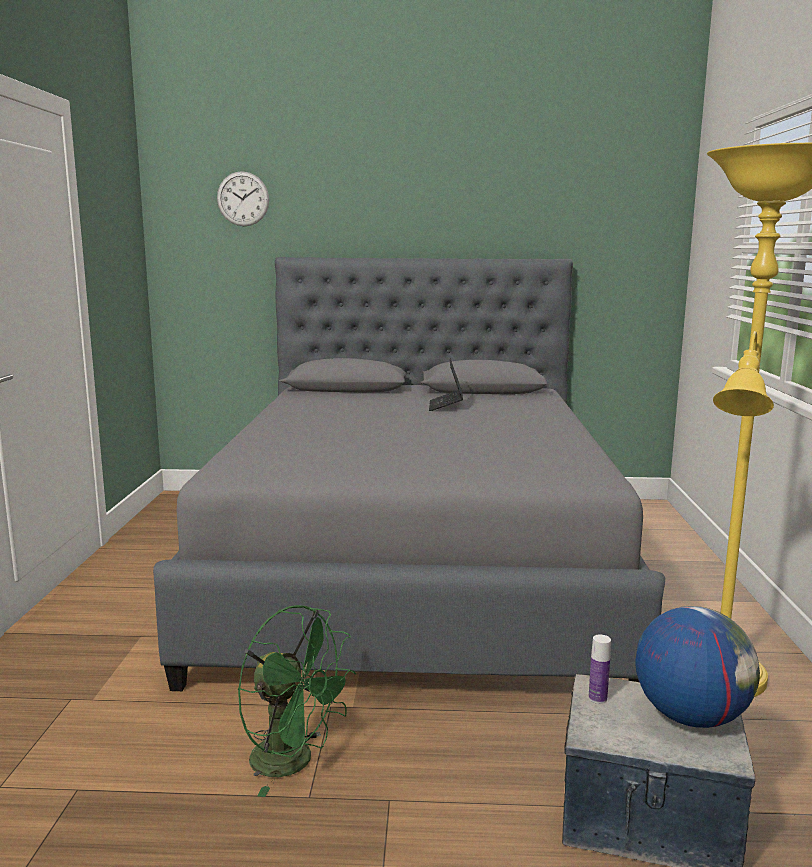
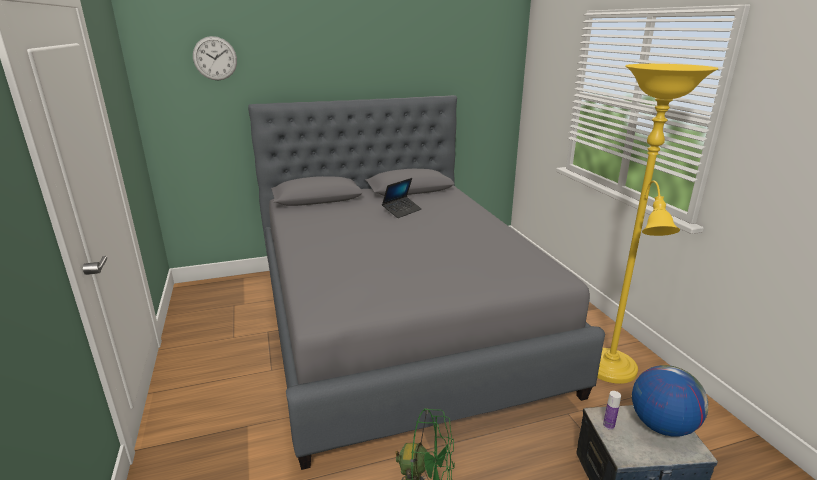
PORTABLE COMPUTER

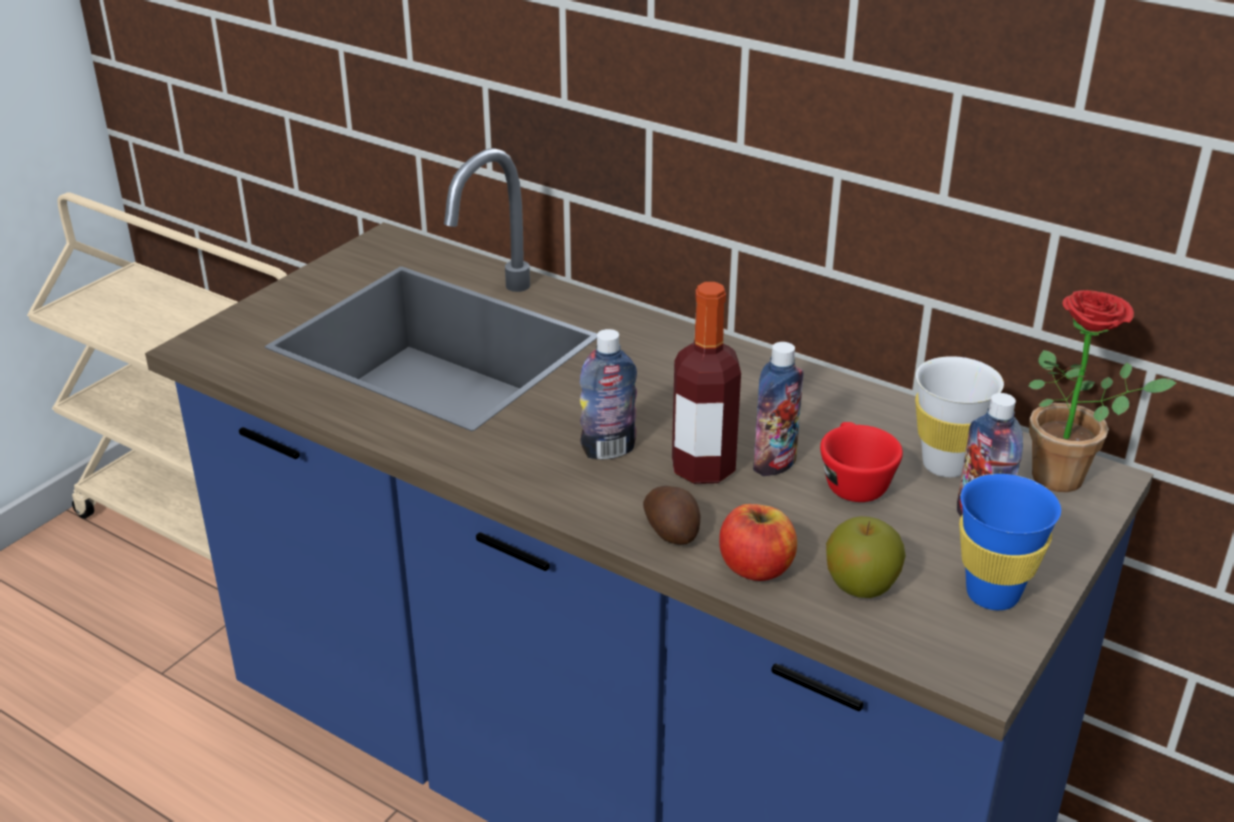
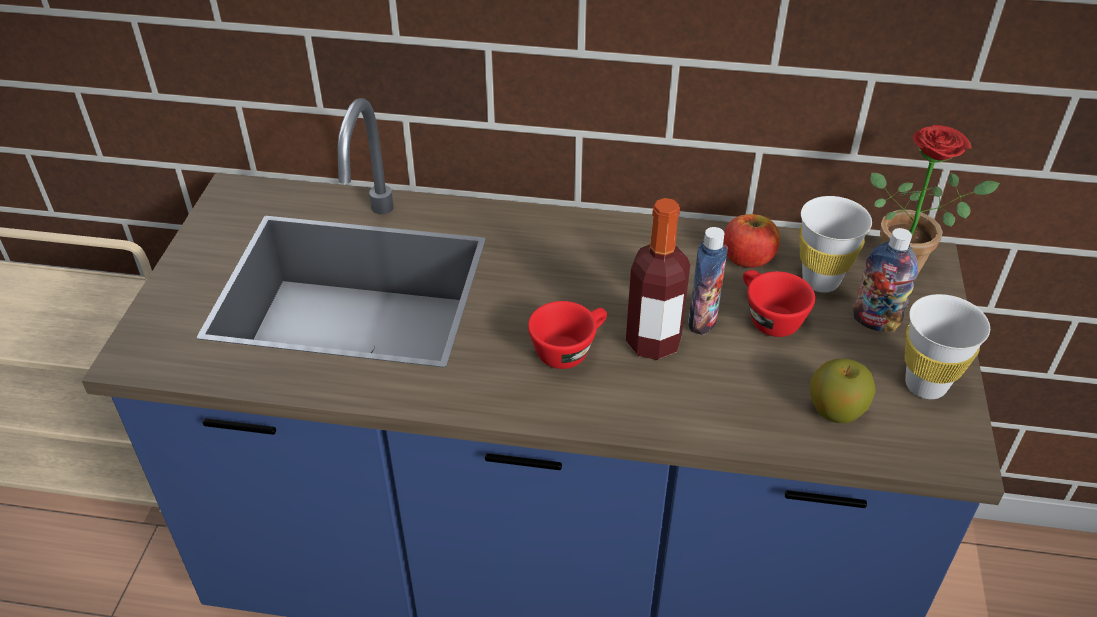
RED-COLOURED DRINKING CUP (1st from left)
WHOLE POTATO
APPLE (1st from left)
WHITE DRINKING CUP (2nd from left)

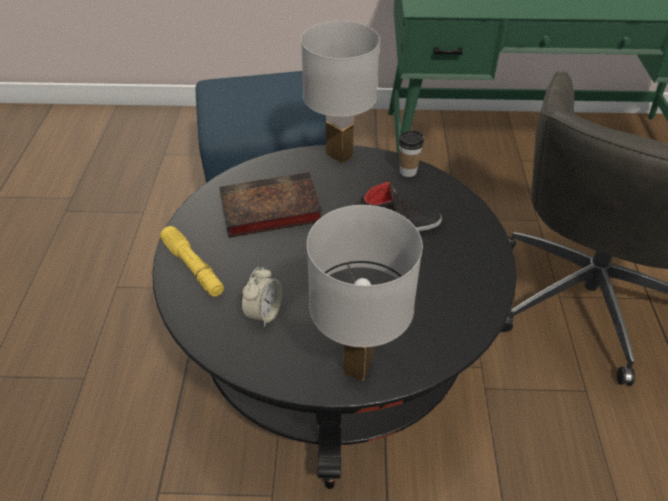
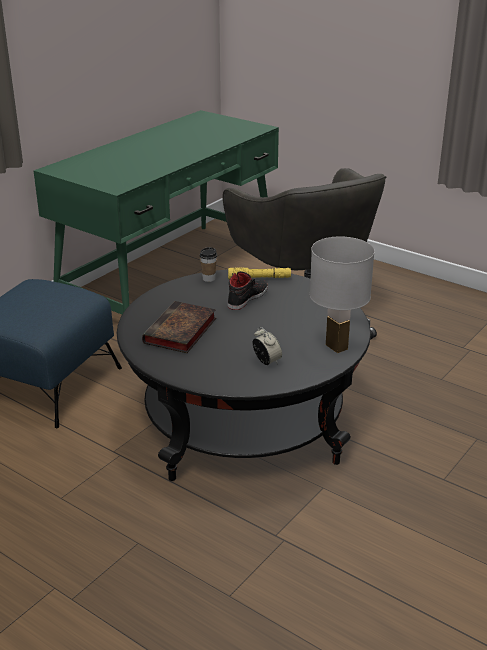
YELLOW TORCH
WHITE TABLETOP LAMP (1st from left in the first image)

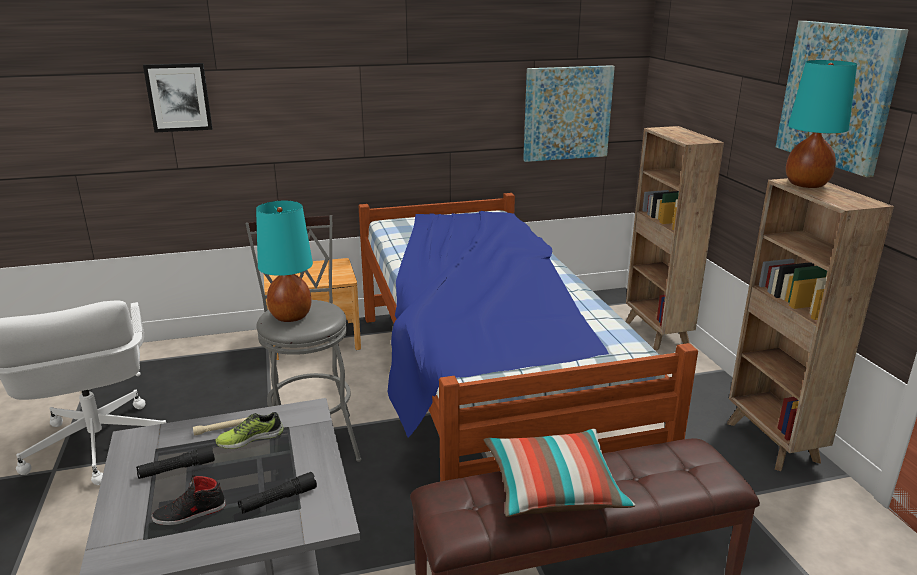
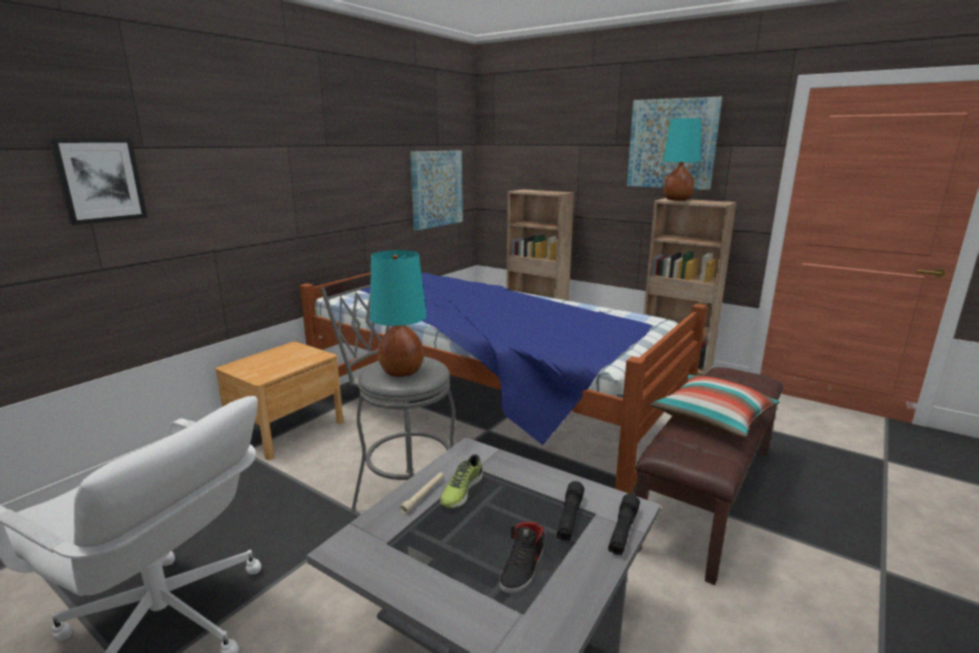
BLACK TORCH (2nd from left)

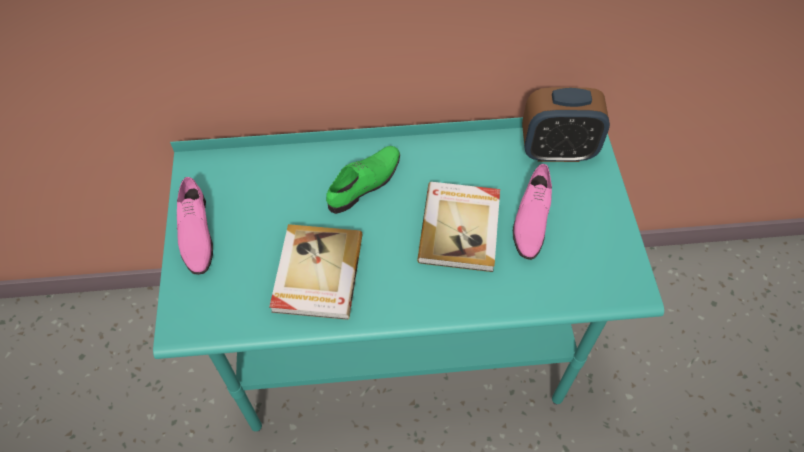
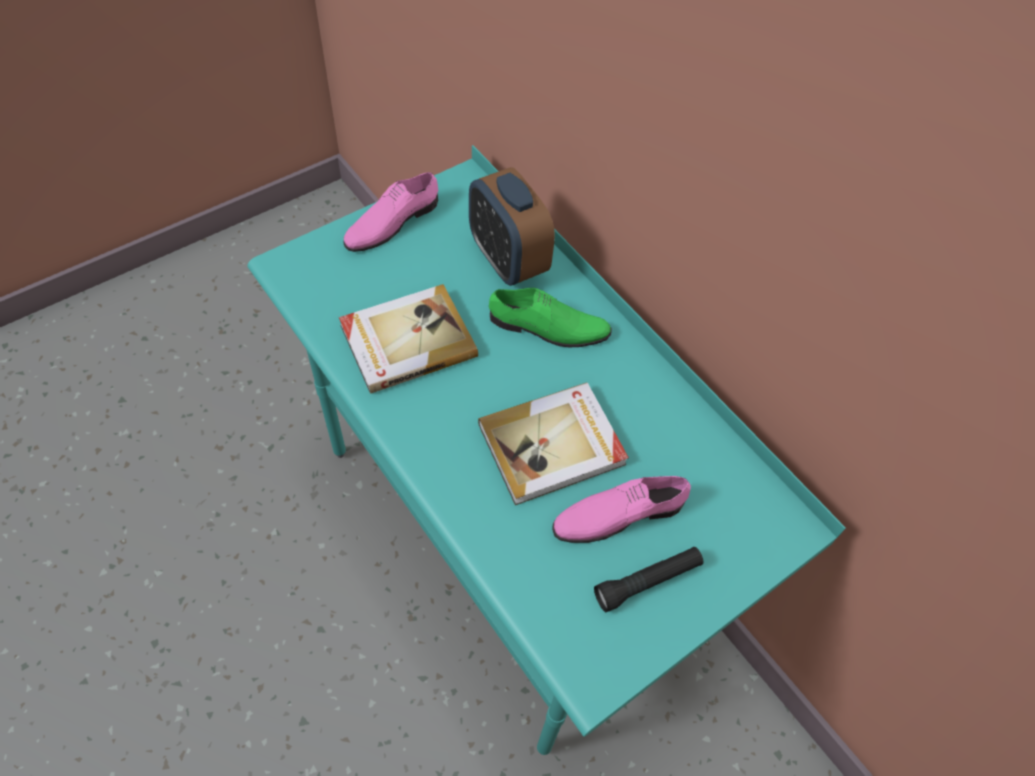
ALARM CLOCK
BLACK TORCH

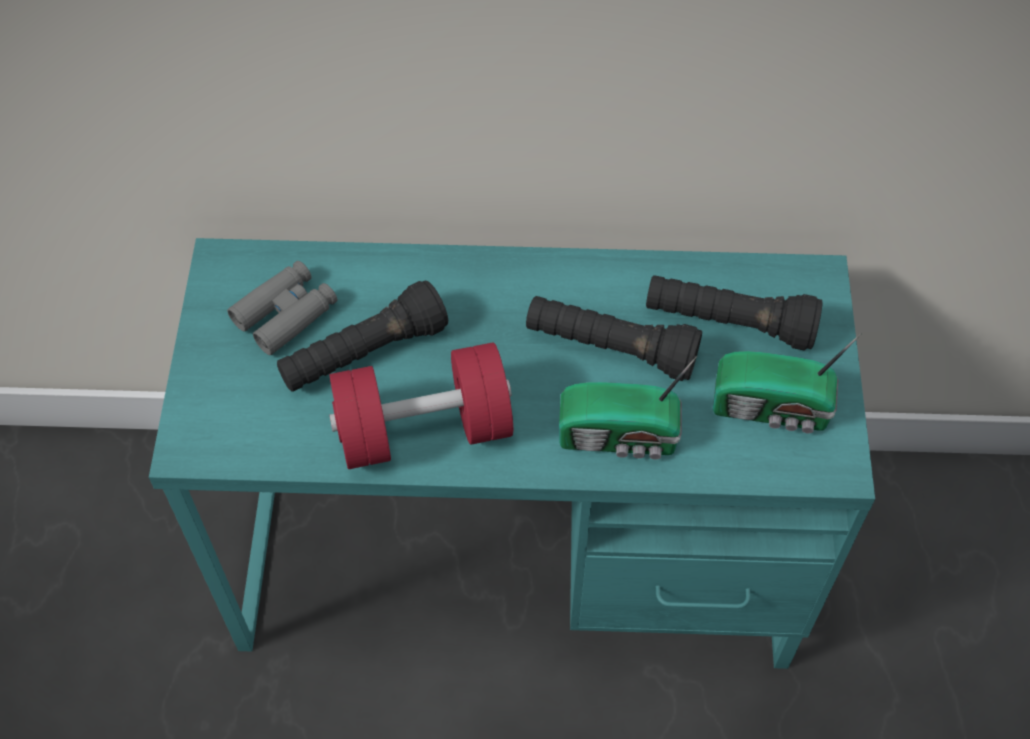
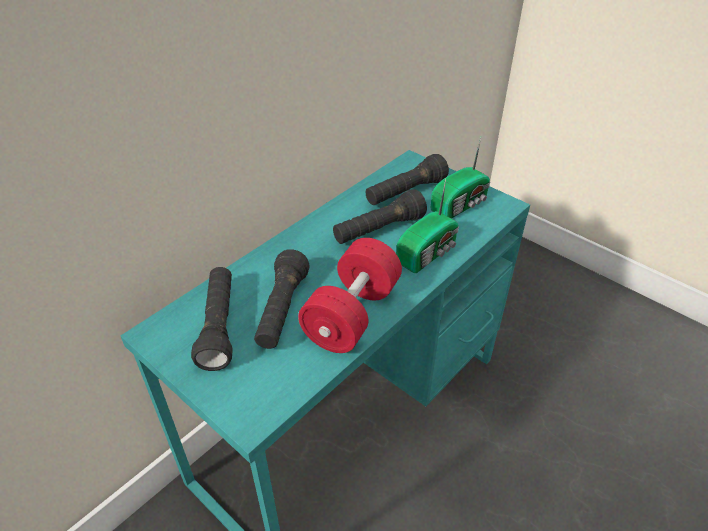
BLACK TORCH (1st from left)

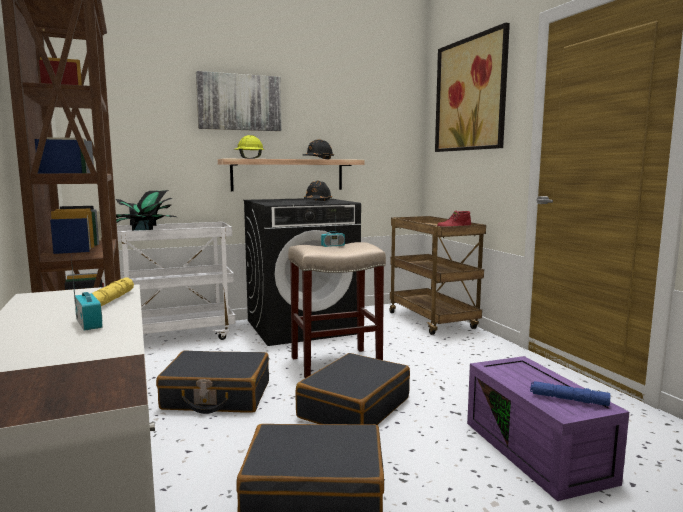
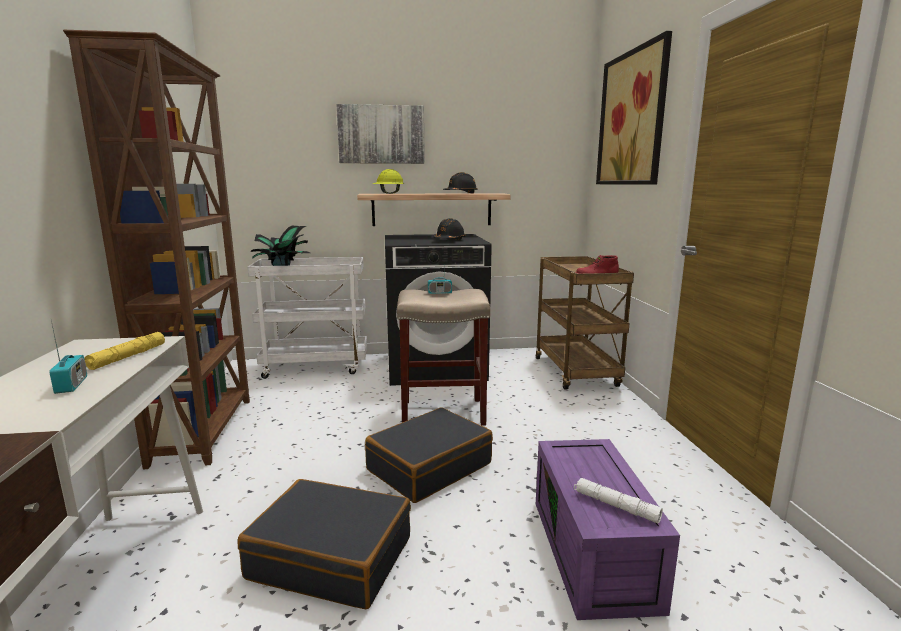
BLACK PIECE OF LUGGAGE (1st from left in the first image)
WHITE TORCH

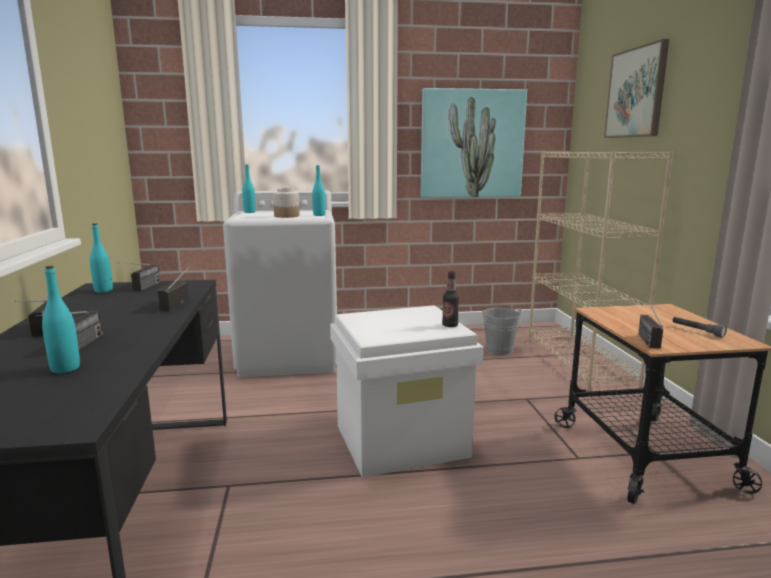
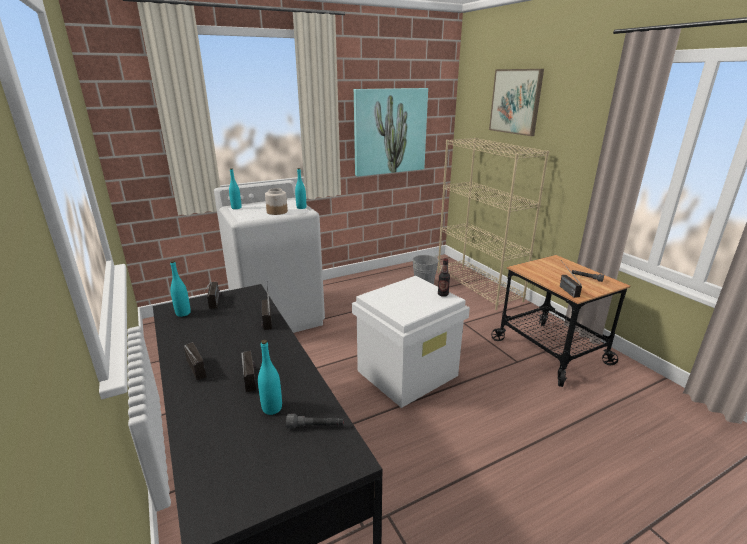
GREY TORCH (1st from left)

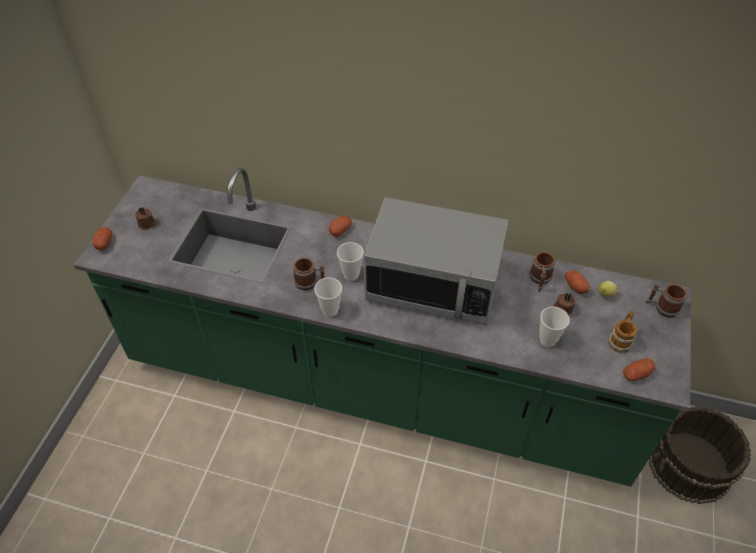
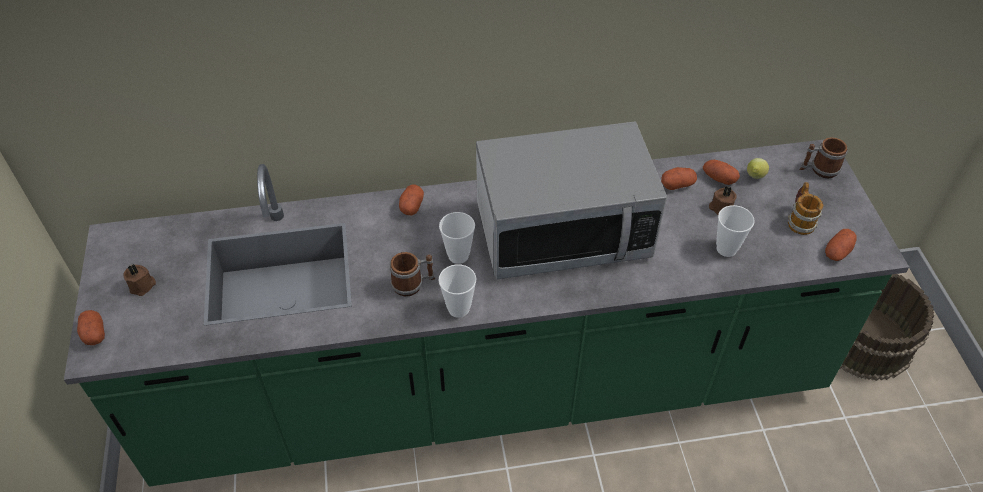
WHOLE POTATO (3rd from left)

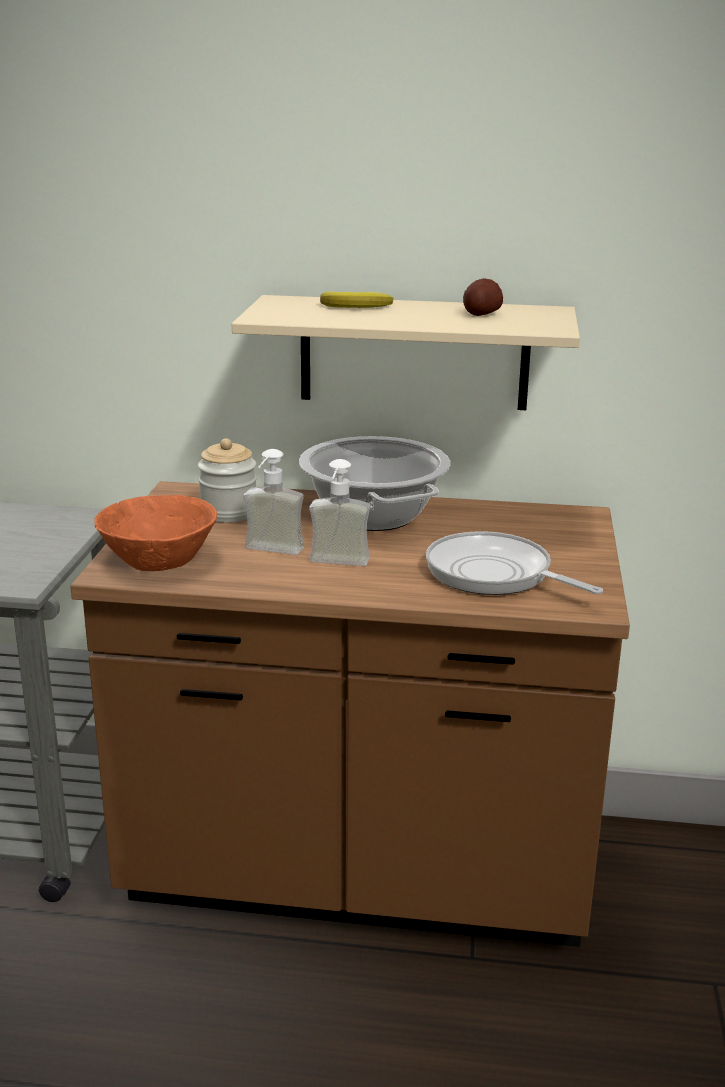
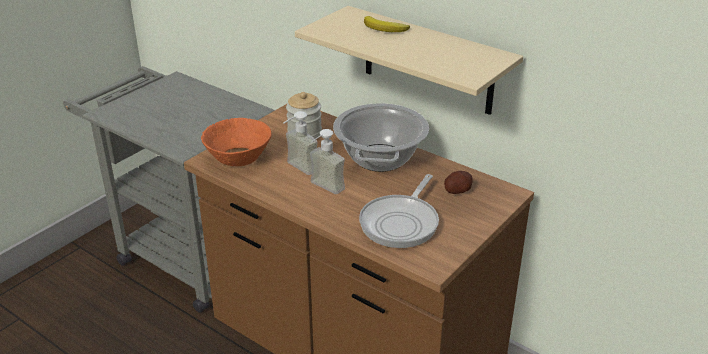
FRYING PAN
WHOLE POTATO

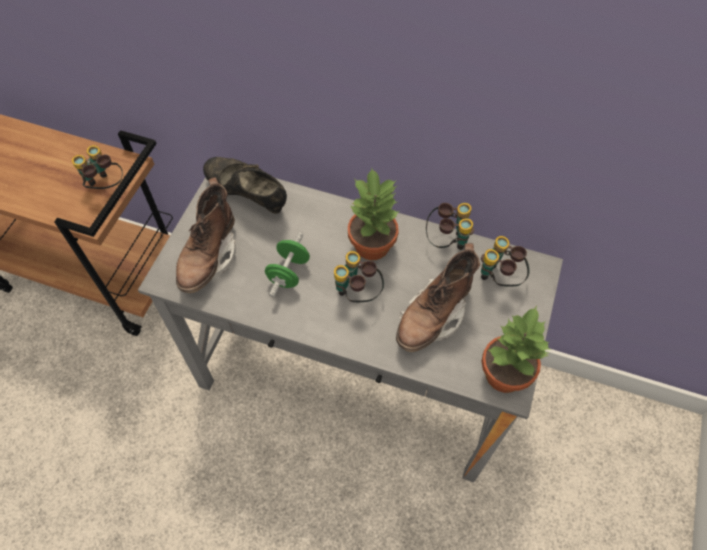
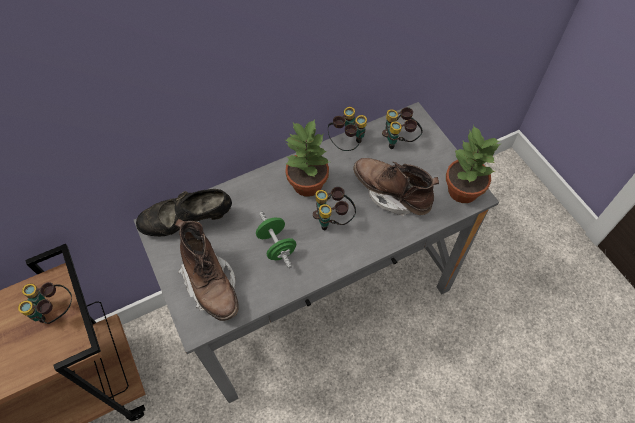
BROWN BOOT (2nd from left)

